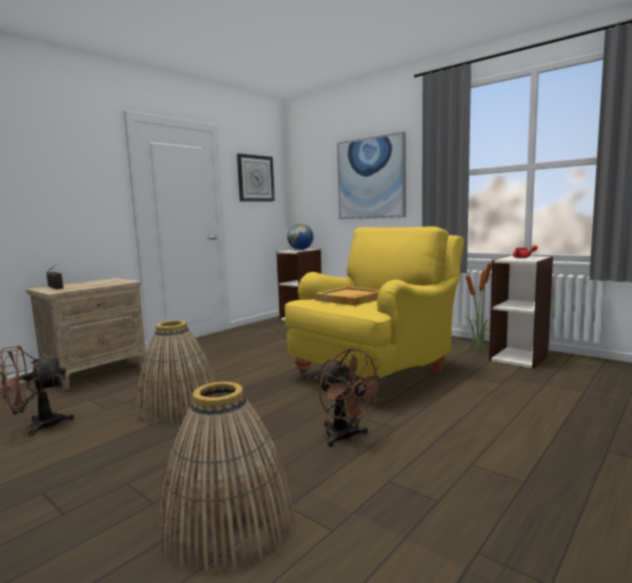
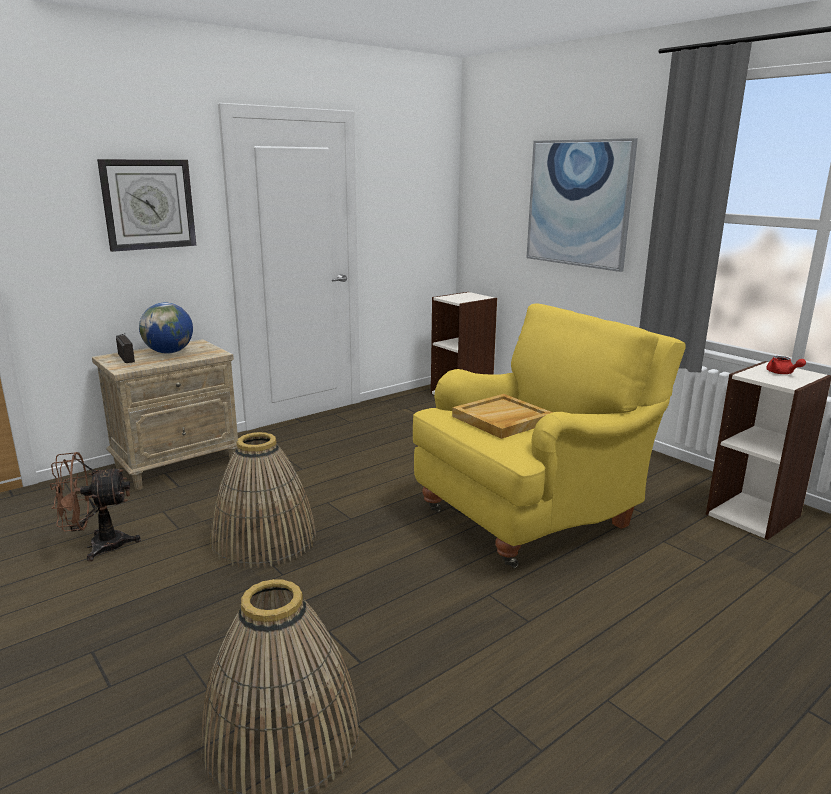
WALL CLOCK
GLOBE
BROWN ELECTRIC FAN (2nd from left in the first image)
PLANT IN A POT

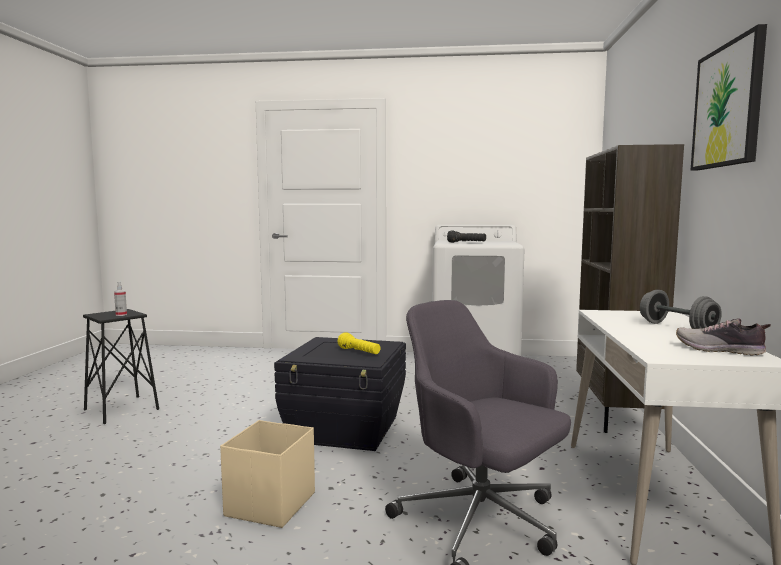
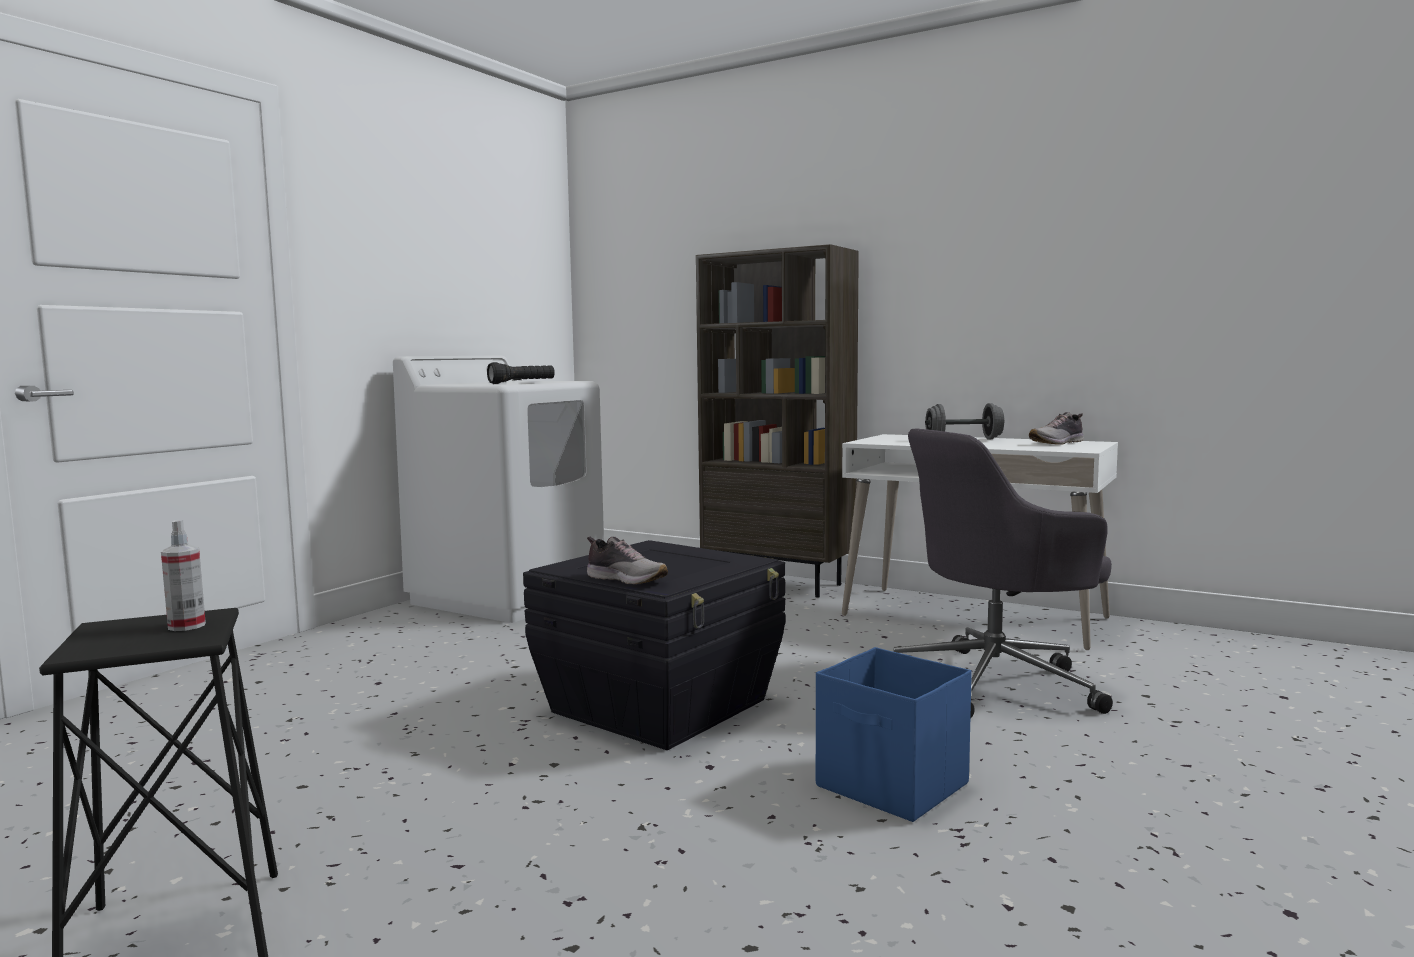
BLUISH STORAGE BOX
YELLOW TORCH
PICTURE
ITEM OF FOOTWEAR (1st from left)

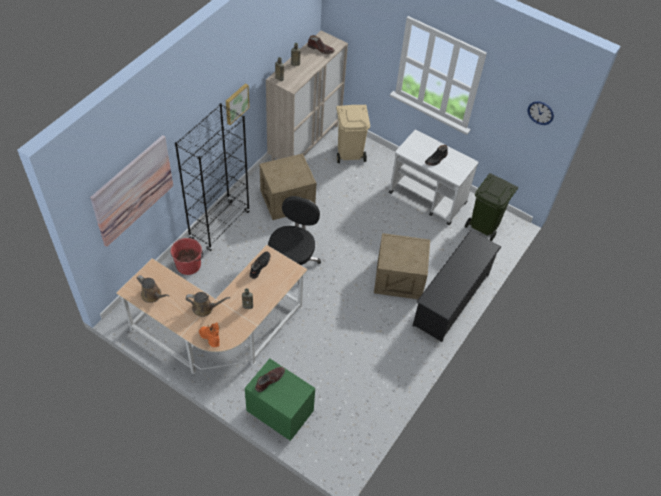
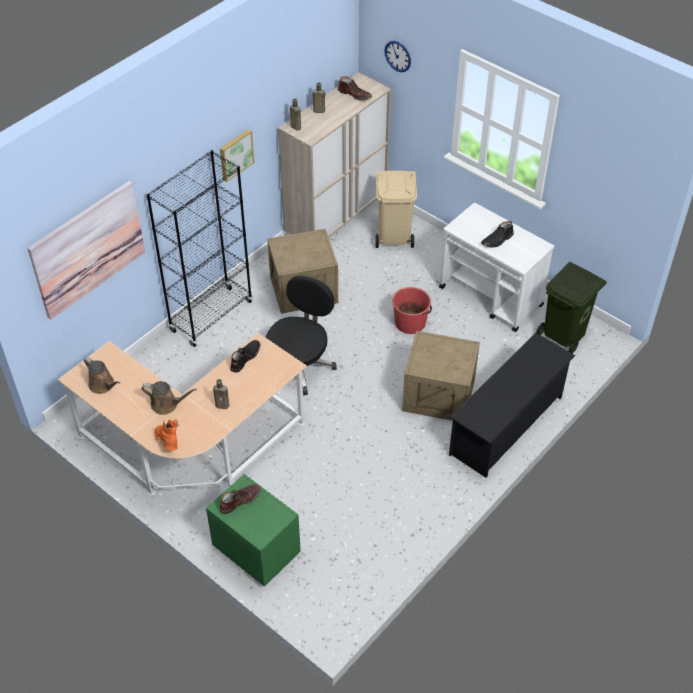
RED-COLOURED BUCKET
WALL CLOCK

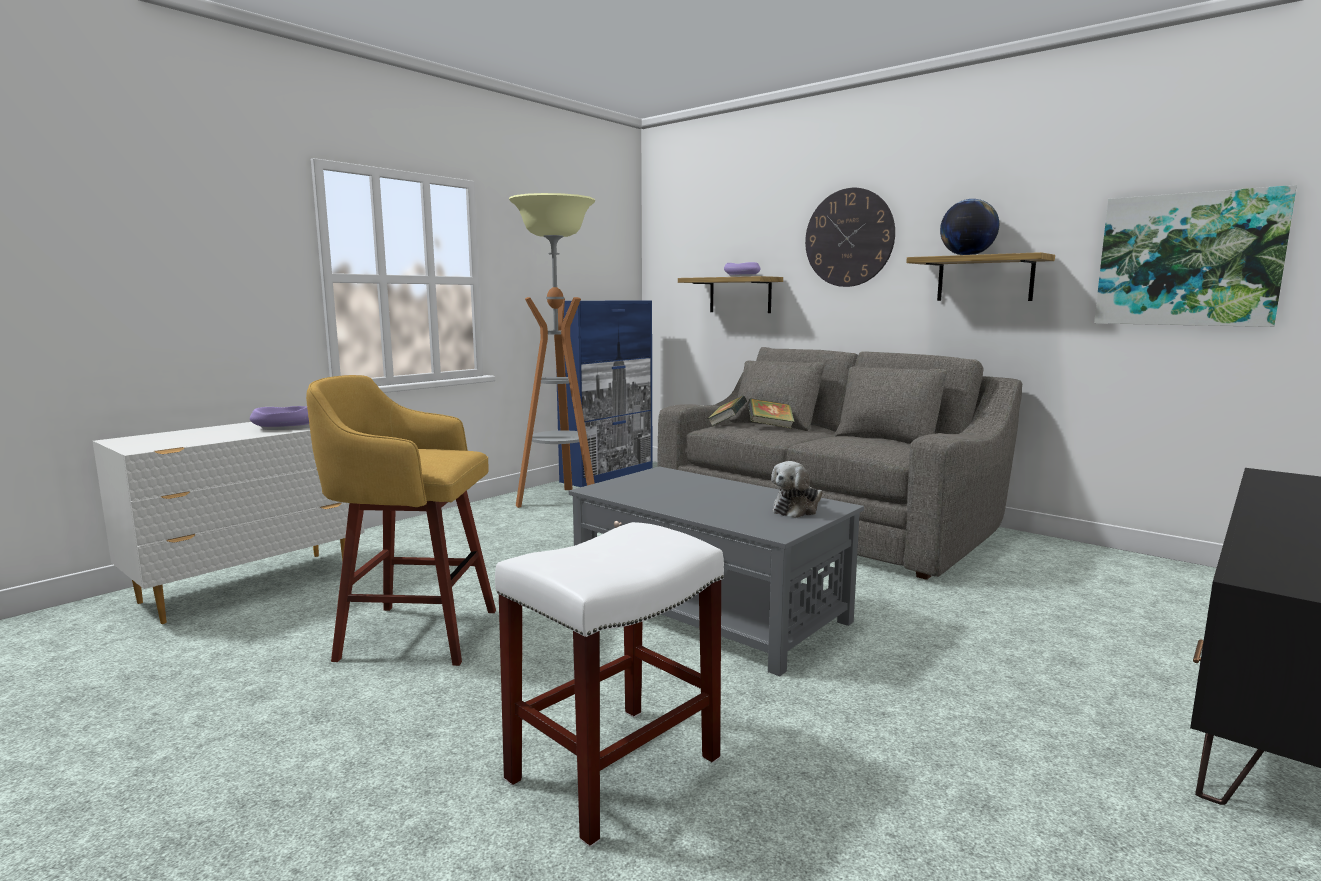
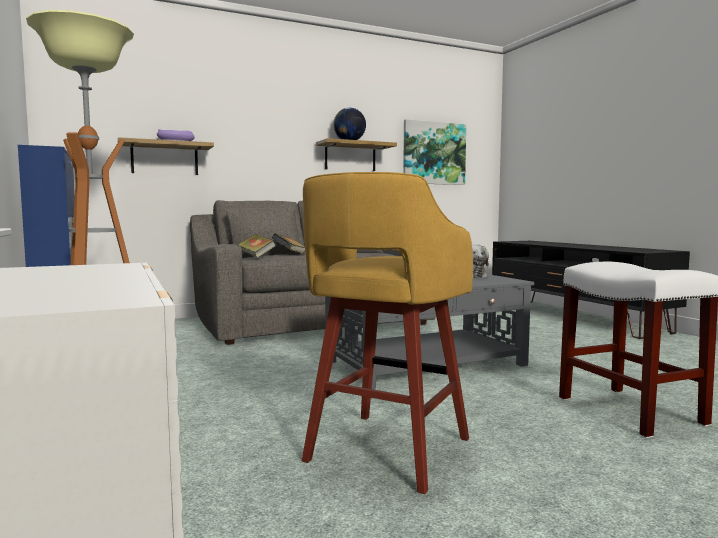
PURPLE SERVING BOWL (1st from left in the first image)
WALL CLOCK

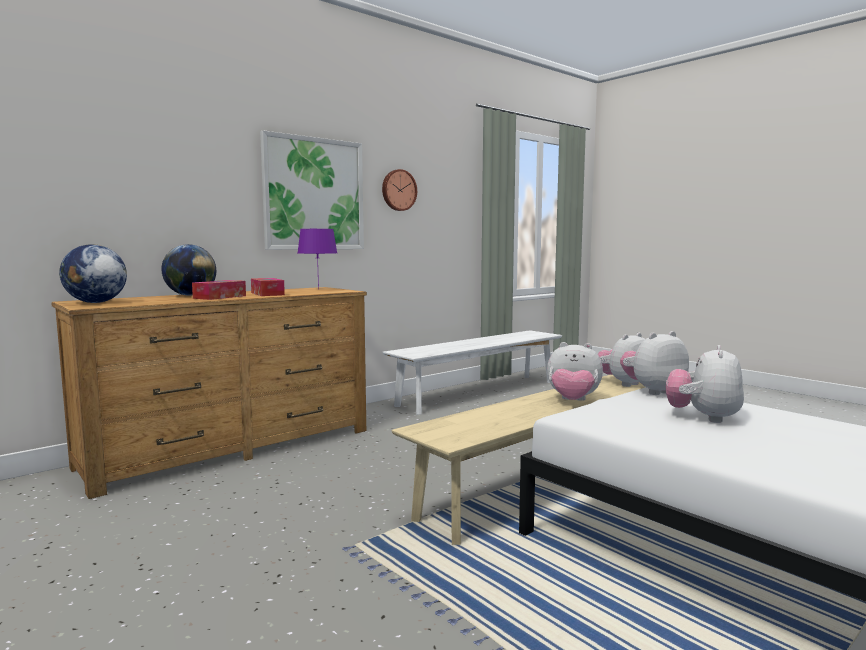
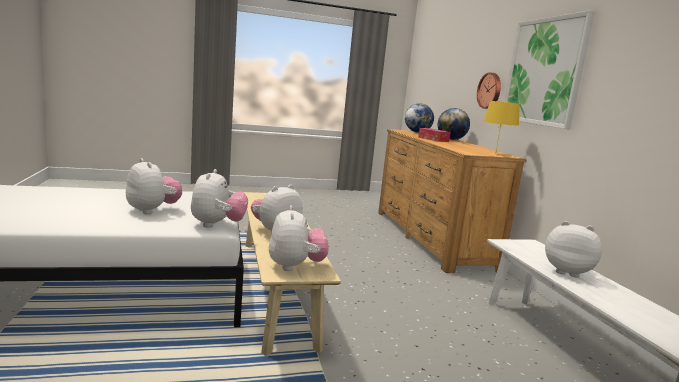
BOX OF TISSUES (2nd from left in the first image)
YELLOW TABLETOP LAMP
WALL CLOCK
SOFT TOY (5th from left)

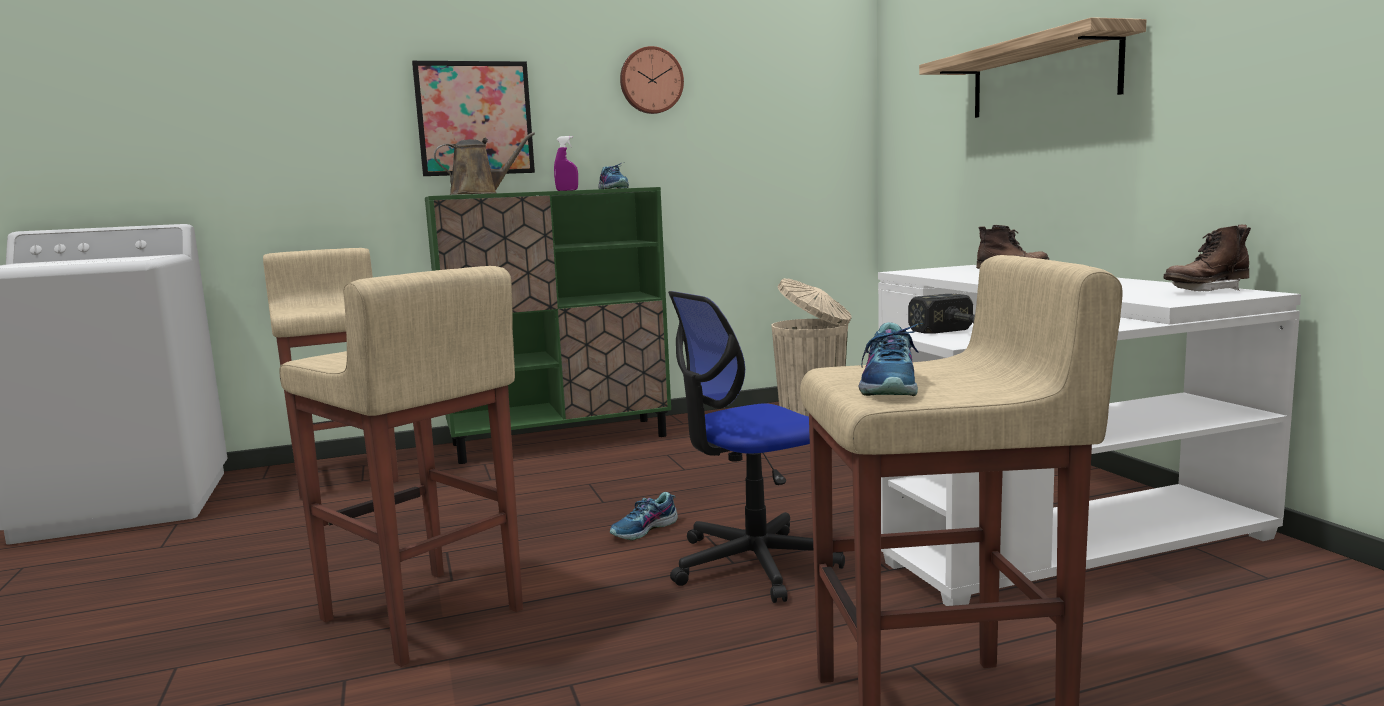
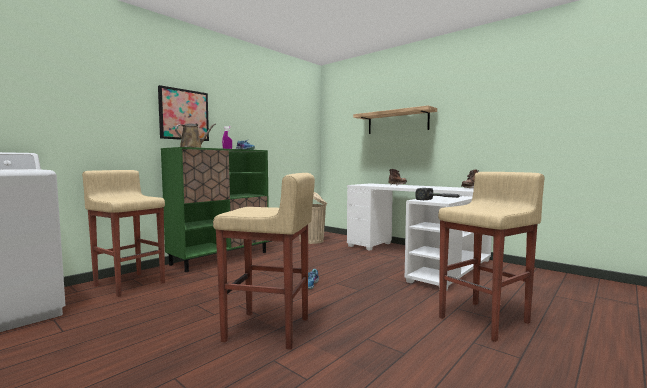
WALL CLOCK
COMPUTER CHAIR
ITEM OF FOOTWEAR (3rd from left in the first image)

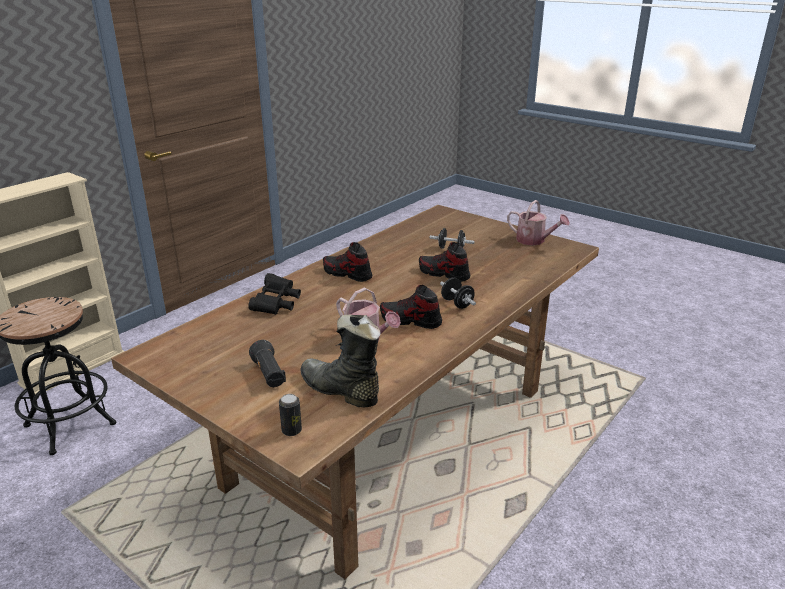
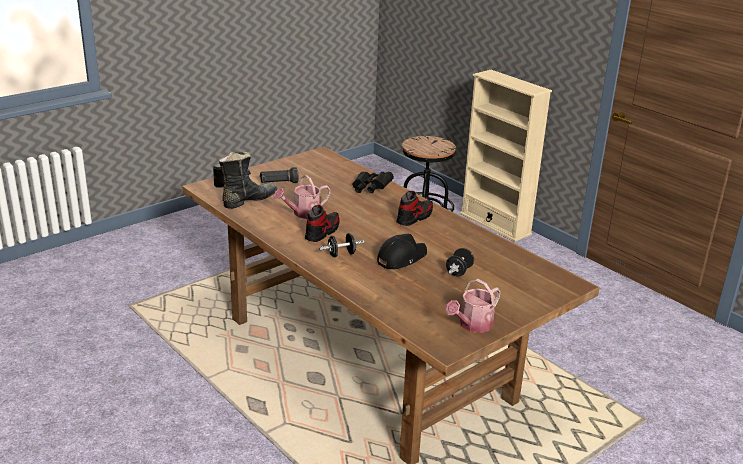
BLACK PEAKED CAP

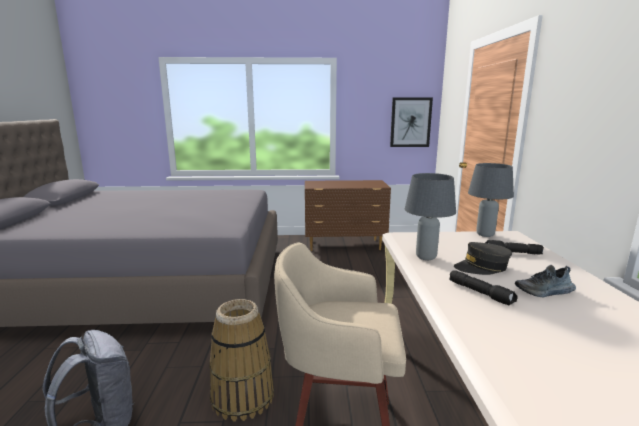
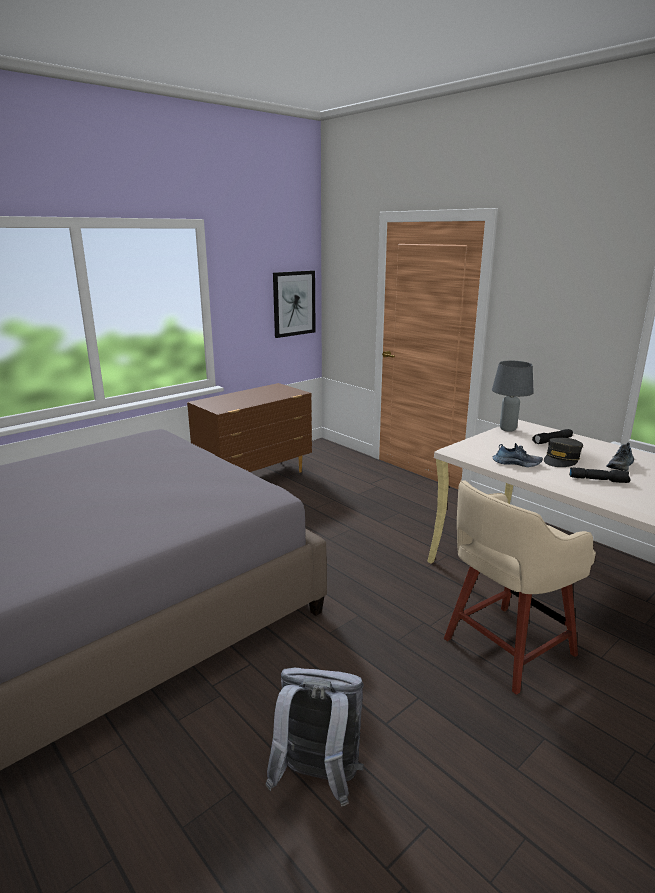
HOUSEHOLD BASKET
ITEM OF FOOTWEAR (1st from left)

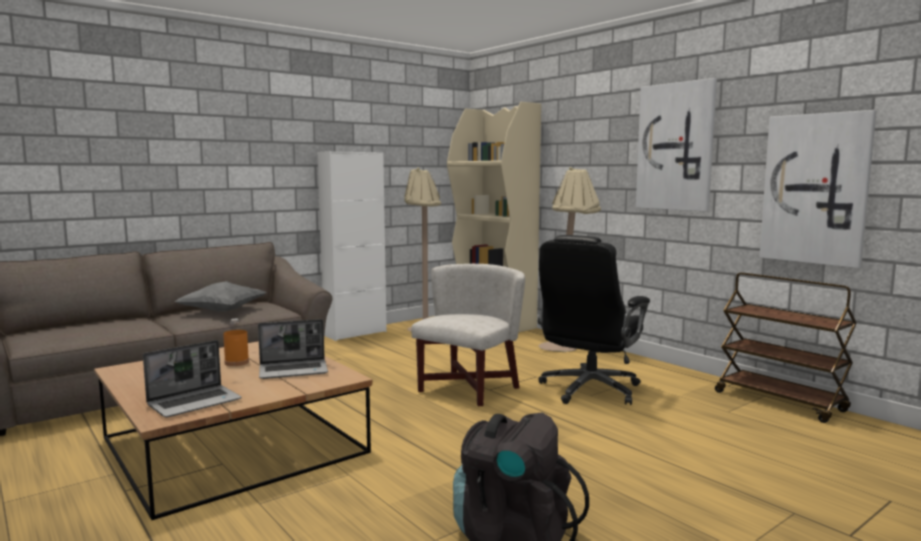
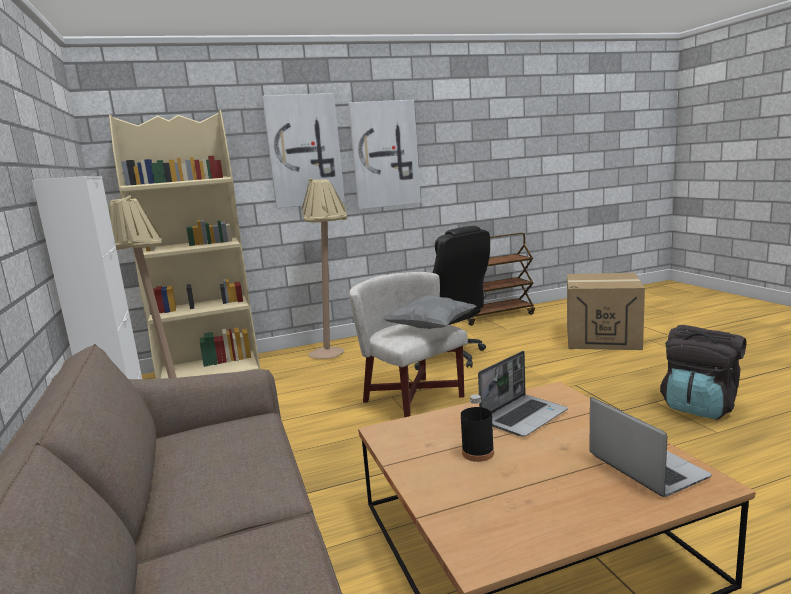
GREY CUSHION
BLACK BOTTLE
PORTABLE COMPUTER (1st from left)
PICTURE (1st from left)
CARTON

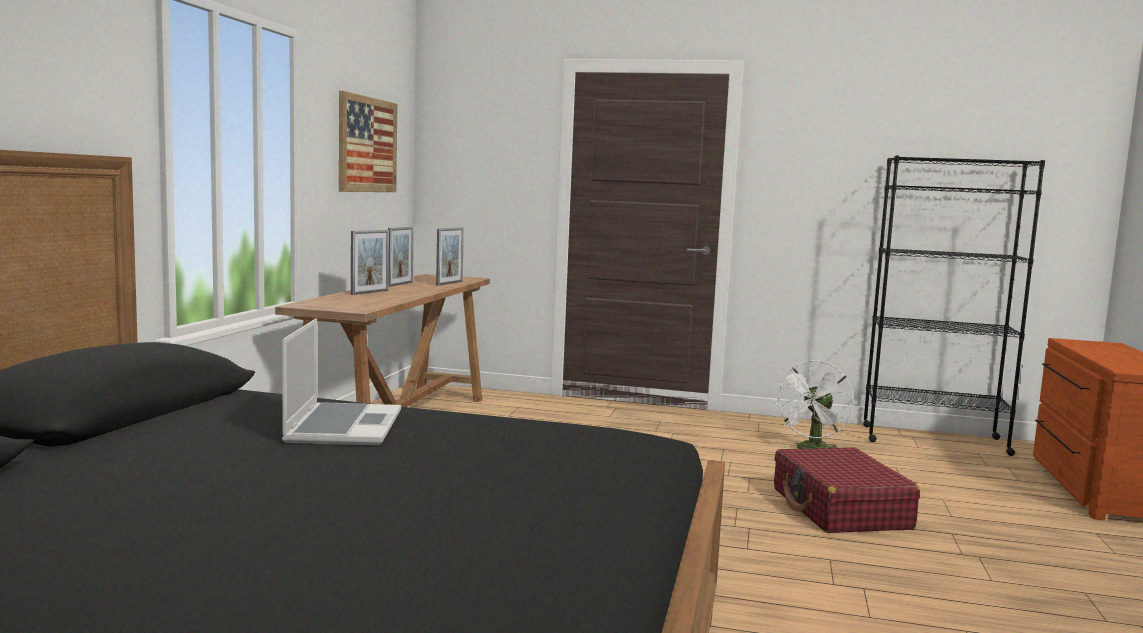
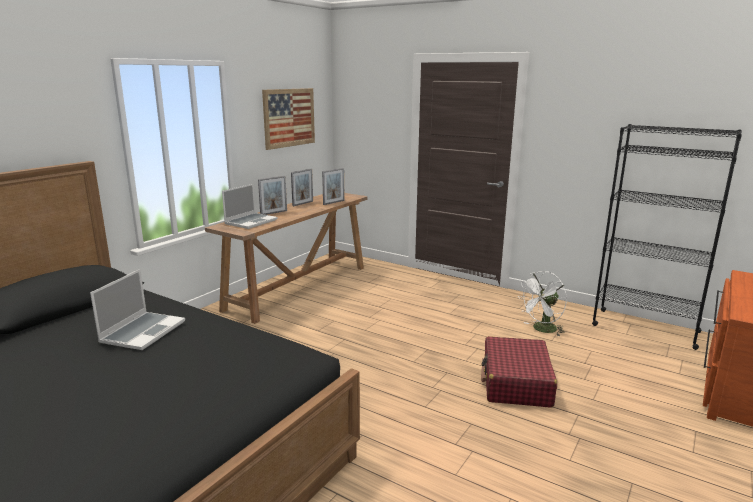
PORTABLE COMPUTER (2nd from left)

